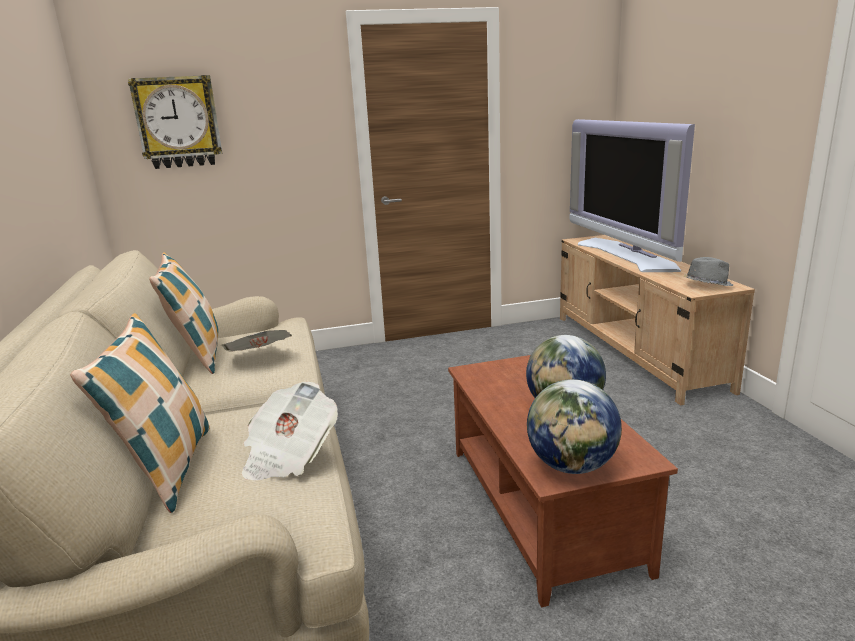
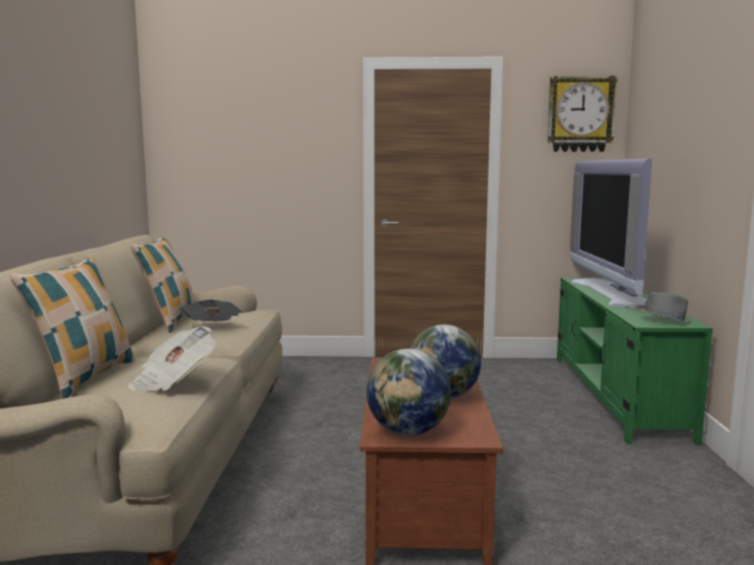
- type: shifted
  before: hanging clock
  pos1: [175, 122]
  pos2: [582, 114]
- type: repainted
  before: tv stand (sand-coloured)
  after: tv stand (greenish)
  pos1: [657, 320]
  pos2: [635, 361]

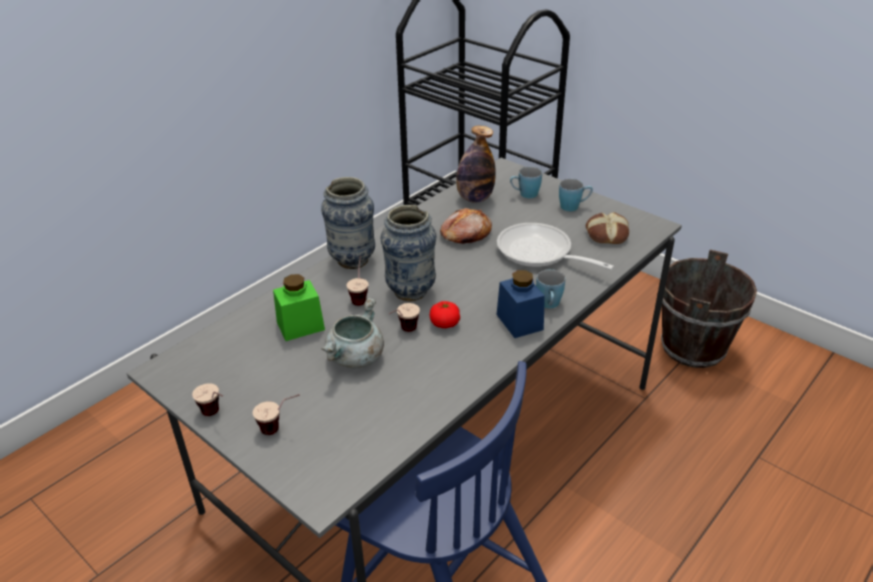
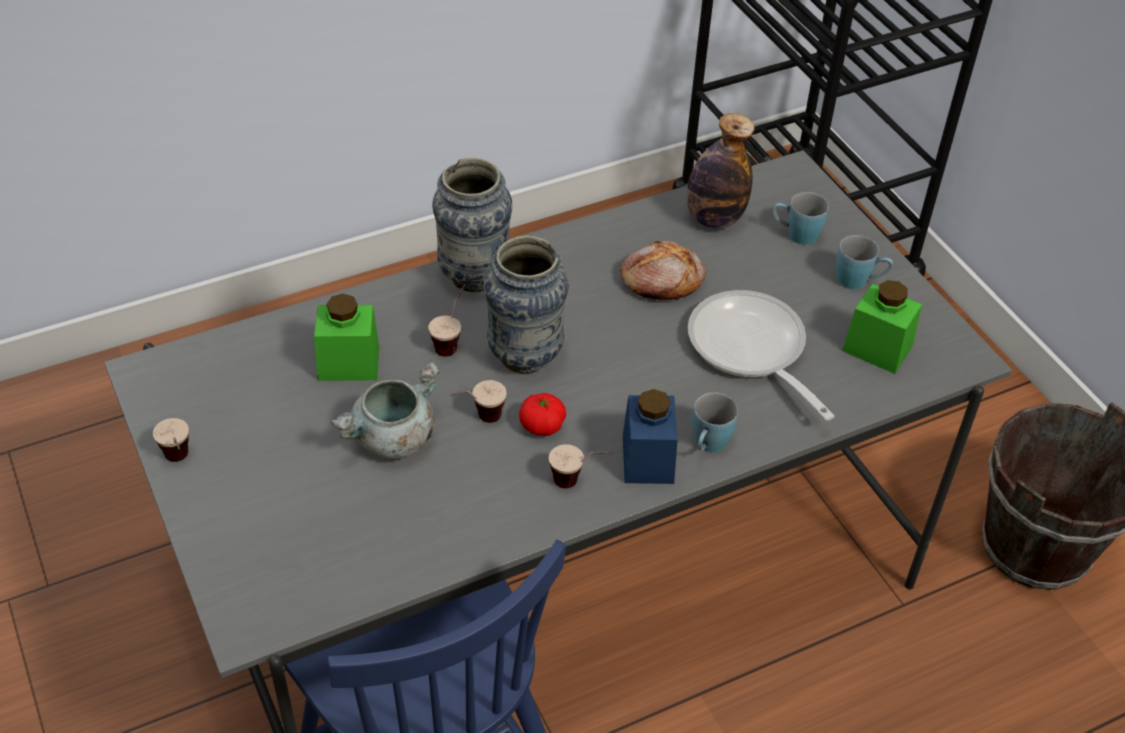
- type: swapped
  before: bakery bread
  after: preserve jar (greenish)
  pos1: [607, 228]
  pos2: [882, 327]
- type: shifted
  before: drinking cup
  pos1: [276, 414]
  pos2: [581, 466]

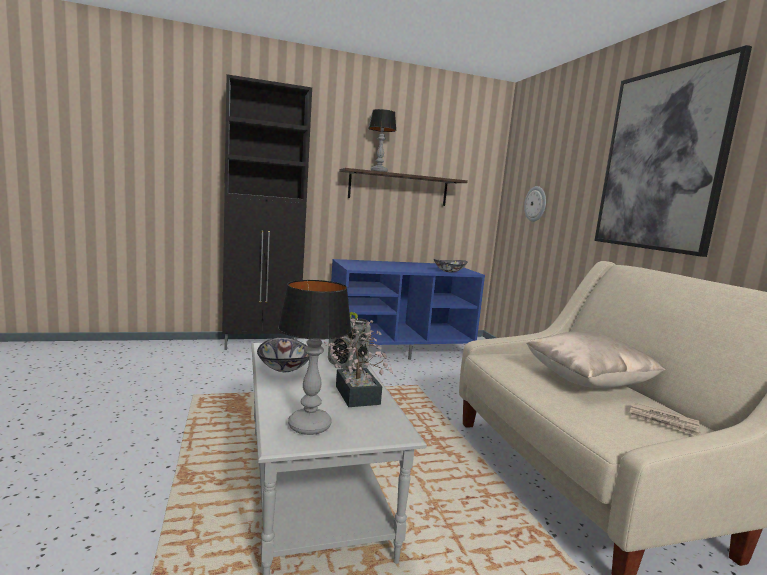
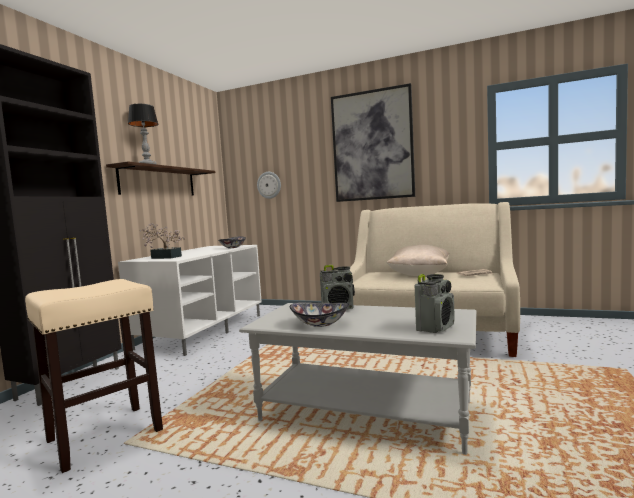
- type: repainted
  before: tv stand (blue)
  after: tv stand (whitish)
  pos1: [408, 309]
  pos2: [190, 300]
- type: swapped
  before: lamp for a table
  after: radio
  pos1: [314, 357]
  pos2: [435, 303]
- type: shifted
  before: houseplant
  pos1: [358, 362]
  pos2: [162, 241]
- type: new
  after: sitting stool (sand-coloured)
  pos2: [94, 376]

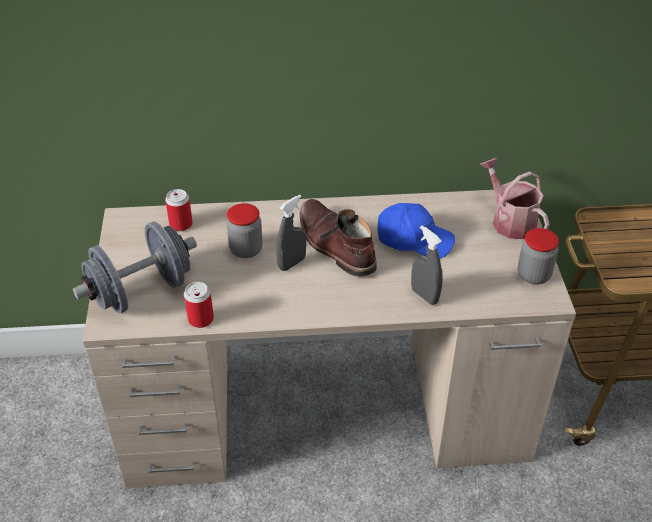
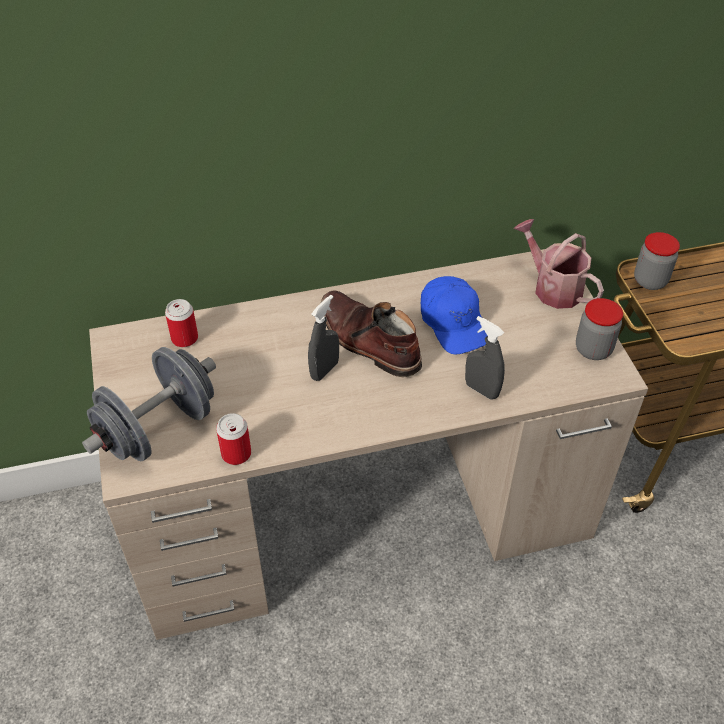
- type: shifted
  before: preserve jar
  pos1: [244, 230]
  pos2: [657, 261]
- type: rotated
  before: baseball cap (blue)
  pos1: [416, 230]
  pos2: [454, 315]
  turn: 60

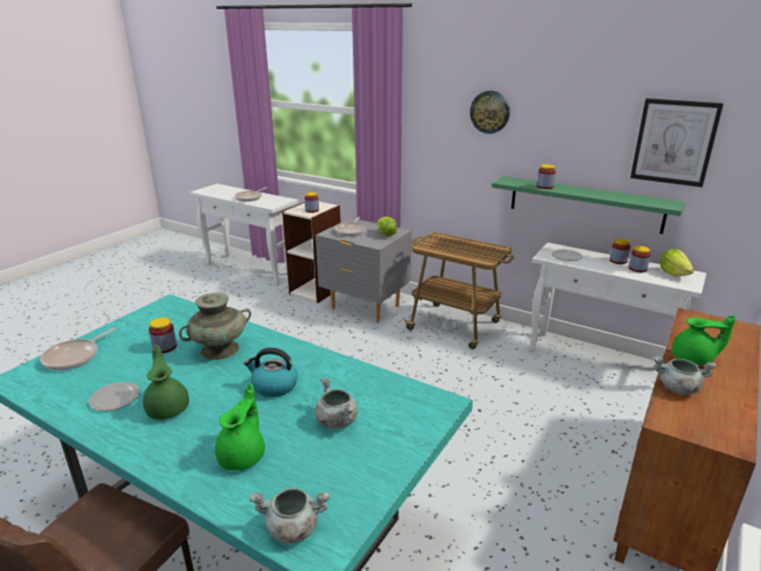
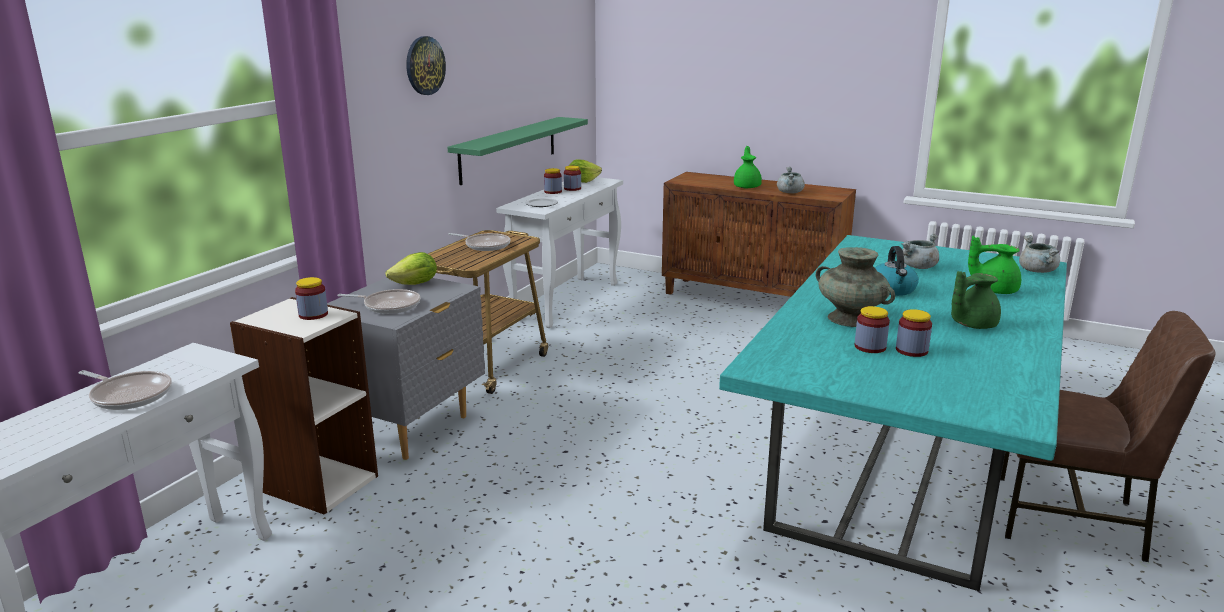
- type: gone
  before: wall picture
  pos1: [677, 142]
- type: shifted
  before: preserve jar
  pos1: [546, 176]
  pos2: [914, 333]
- type: shifted
  before: pan
  pos1: [78, 349]
  pos2: [479, 242]
- type: gone
  before: dinner plate
  pos1: [114, 396]

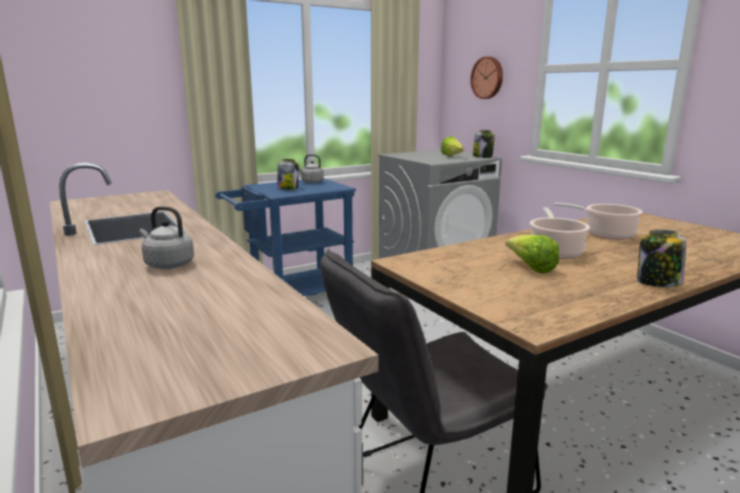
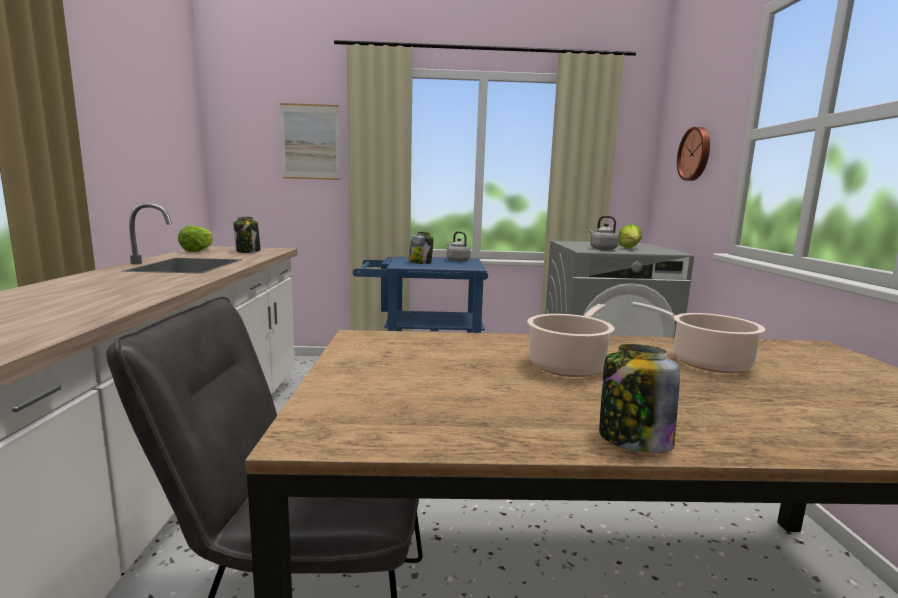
- type: shifted
  before: preserve jar
  pos1: [484, 144]
  pos2: [247, 235]
- type: shifted
  before: tea kettle (greyish)
  pos1: [166, 237]
  pos2: [604, 233]
- type: shifted
  before: lettuce head
  pos1: [532, 254]
  pos2: [195, 238]
- type: new
  after: wall picture
  pos2: [310, 141]

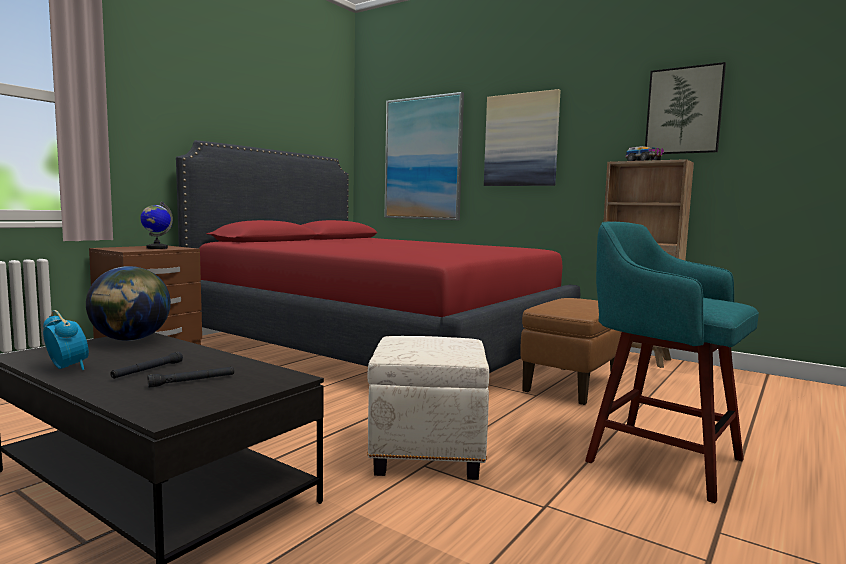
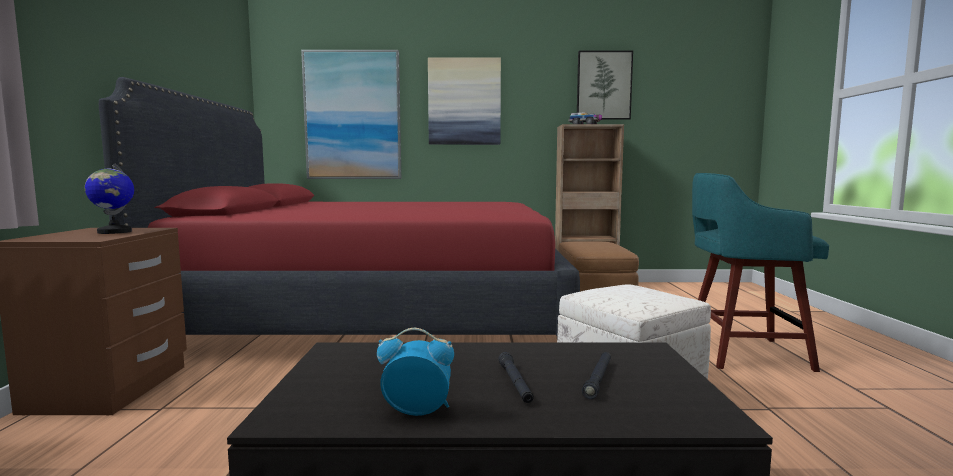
- type: gone
  before: desk globe
  pos1: [128, 303]

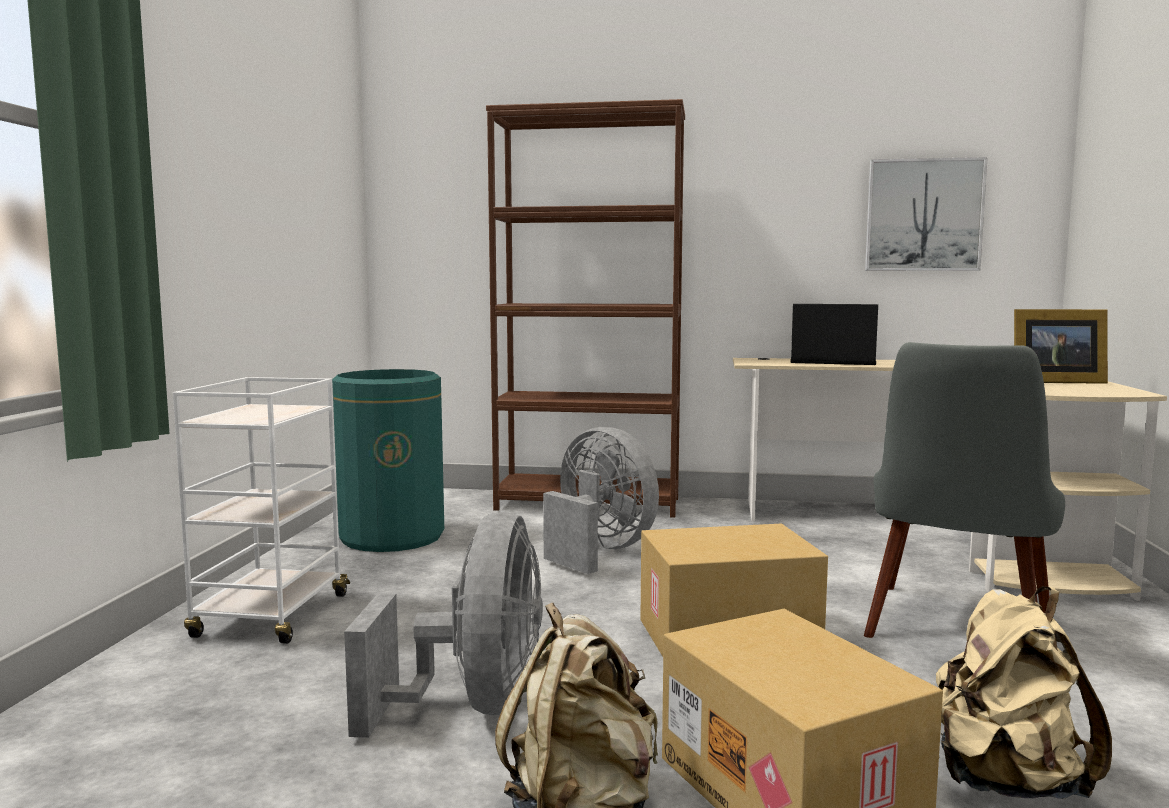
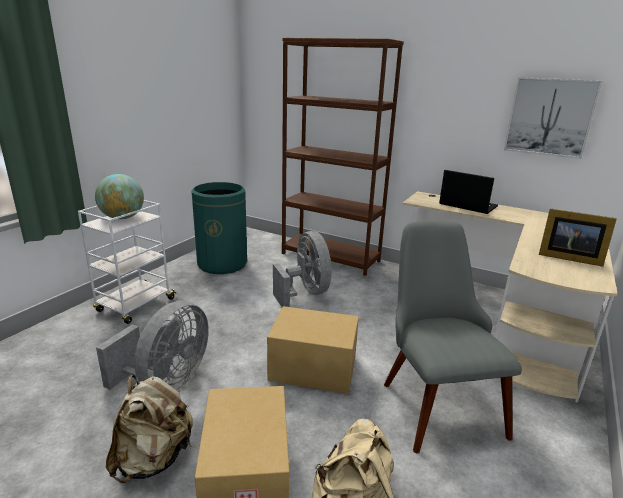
- type: rotated
  before: upright chair (greyish)
  pos1: [964, 490]
  pos2: [453, 337]
  turn: 120
- type: new
  after: desk globe
  pos2: [119, 196]

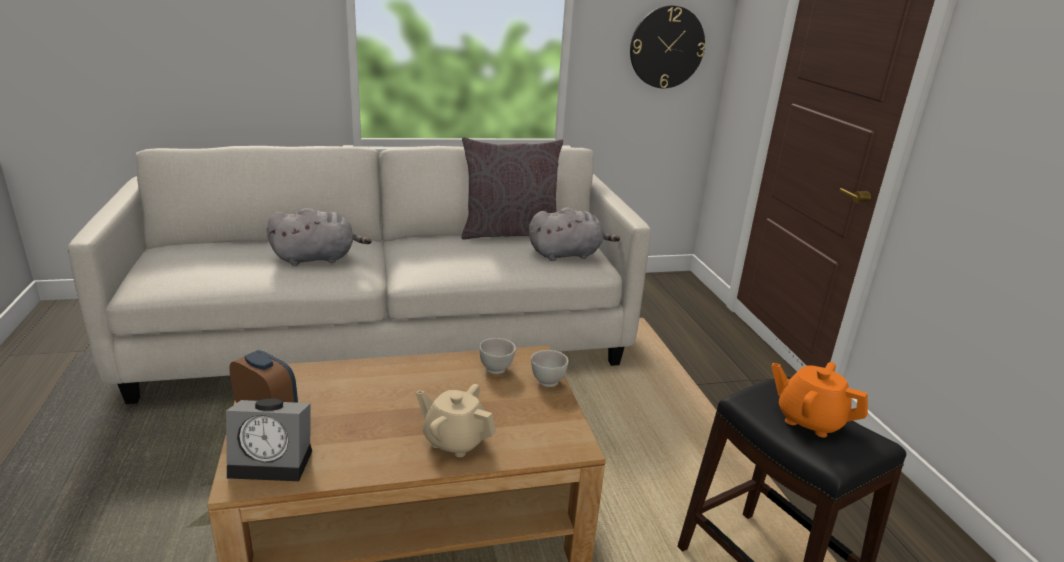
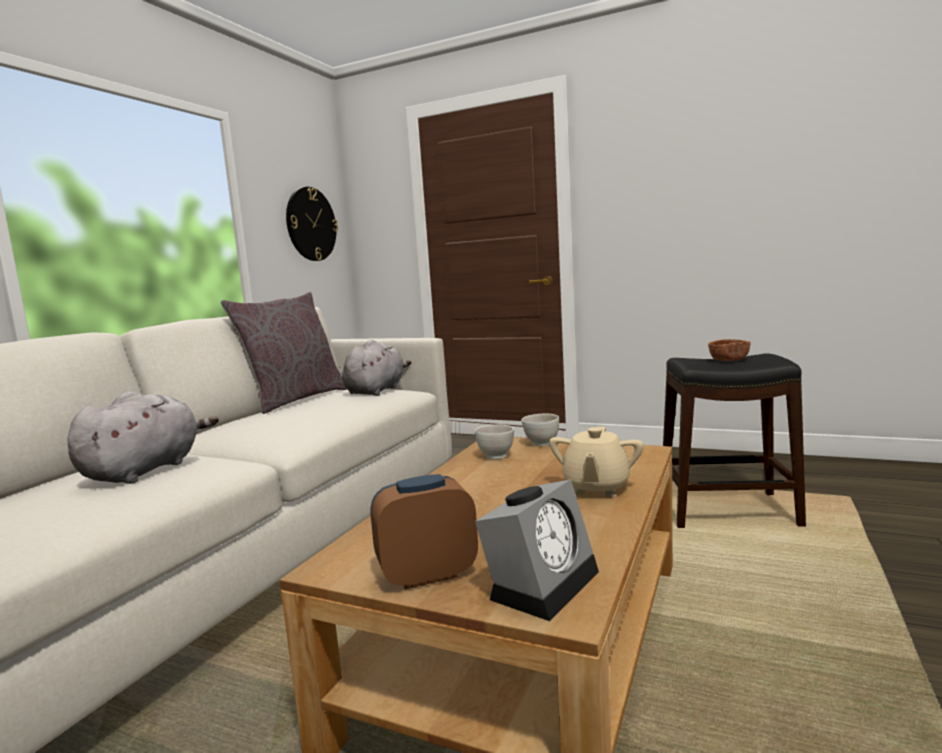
- type: swapped
  before: pot for tea (orange)
  after: deep dish (brownish)
  pos1: [820, 399]
  pos2: [729, 350]
- type: rotated
  before: pot for tea (sand-coloured)
  pos1: [456, 420]
  pos2: [596, 462]
  turn: -45

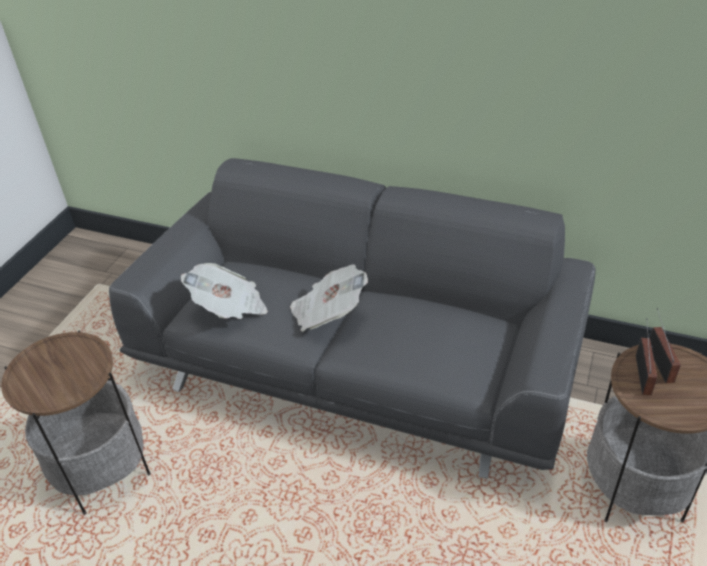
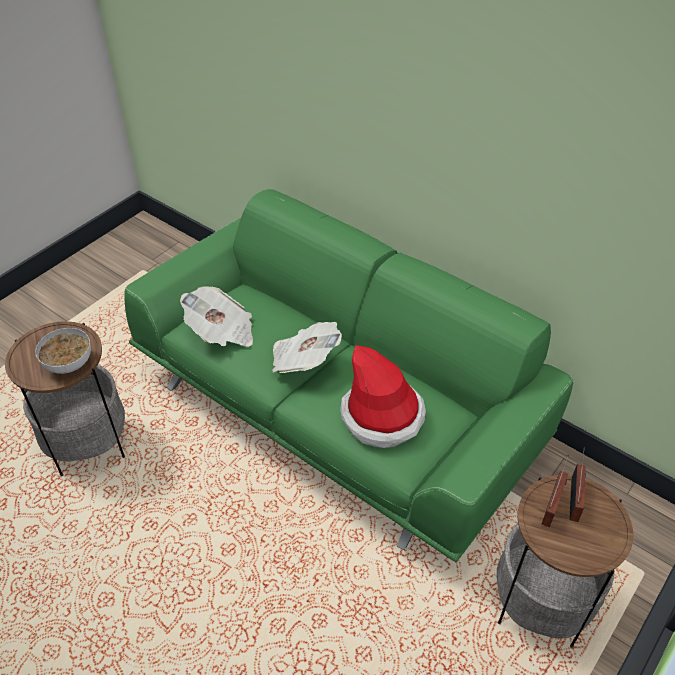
- type: repainted
  before: settee (greyish)
  after: settee (greenish)
  pos1: [352, 318]
  pos2: [349, 375]
- type: new
  after: deep dish
  pos2: [63, 351]
- type: new
  after: wearable hat
  pos2: [383, 396]

